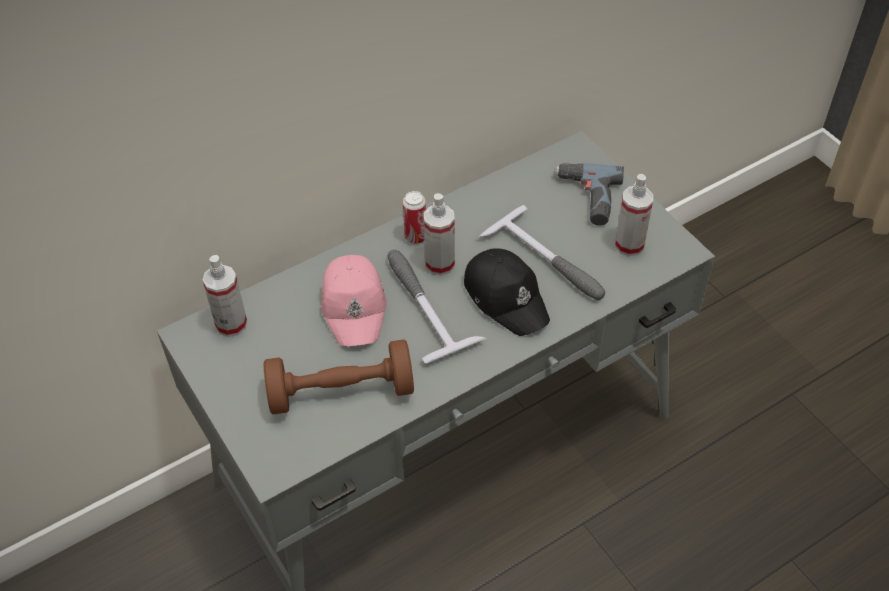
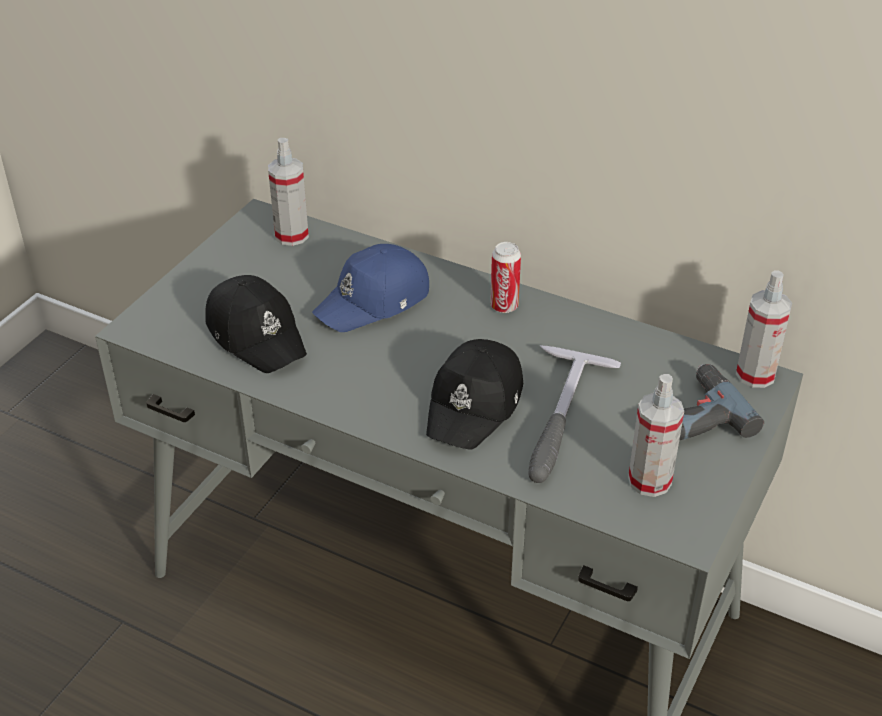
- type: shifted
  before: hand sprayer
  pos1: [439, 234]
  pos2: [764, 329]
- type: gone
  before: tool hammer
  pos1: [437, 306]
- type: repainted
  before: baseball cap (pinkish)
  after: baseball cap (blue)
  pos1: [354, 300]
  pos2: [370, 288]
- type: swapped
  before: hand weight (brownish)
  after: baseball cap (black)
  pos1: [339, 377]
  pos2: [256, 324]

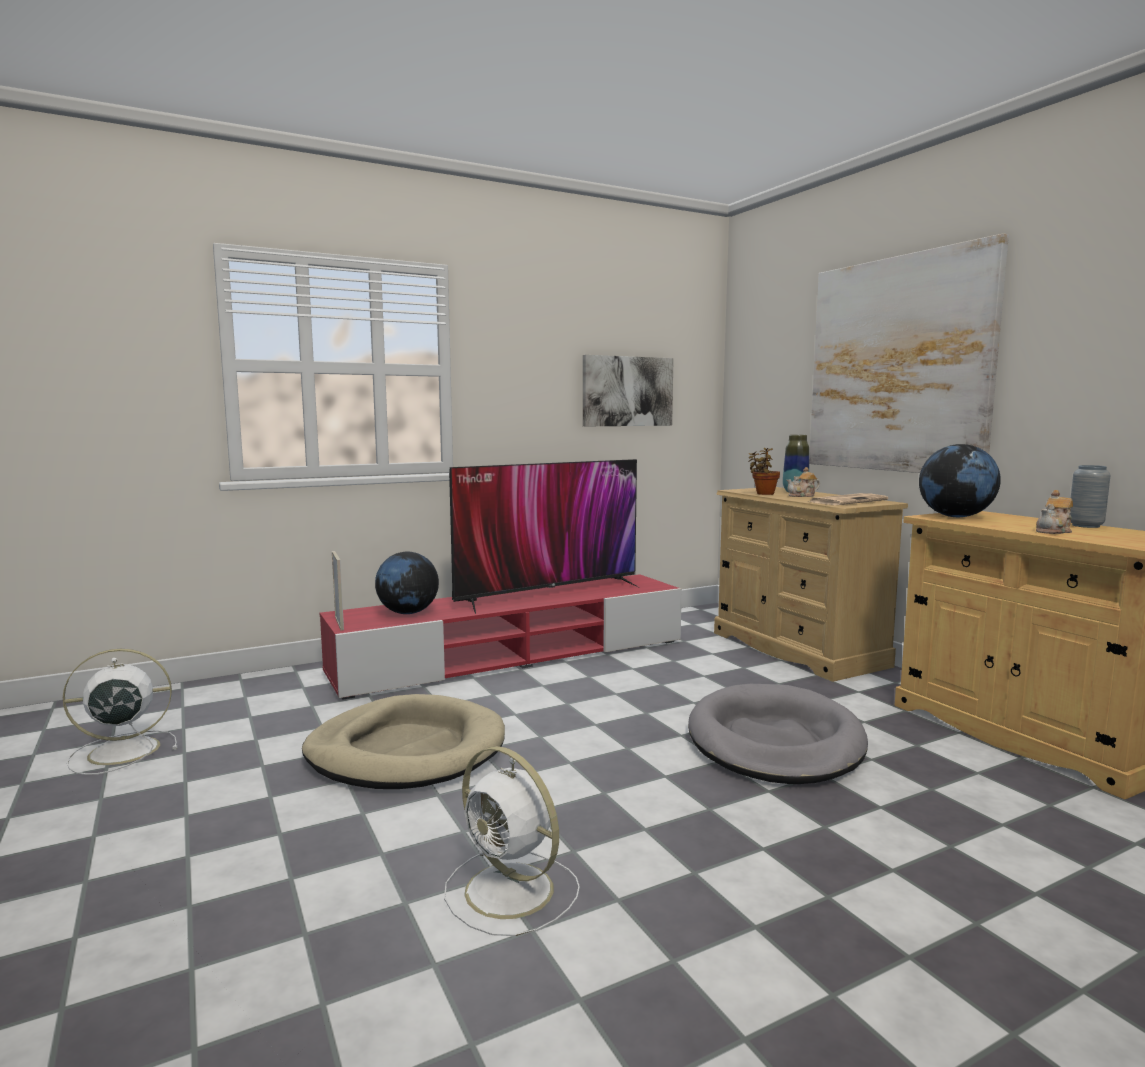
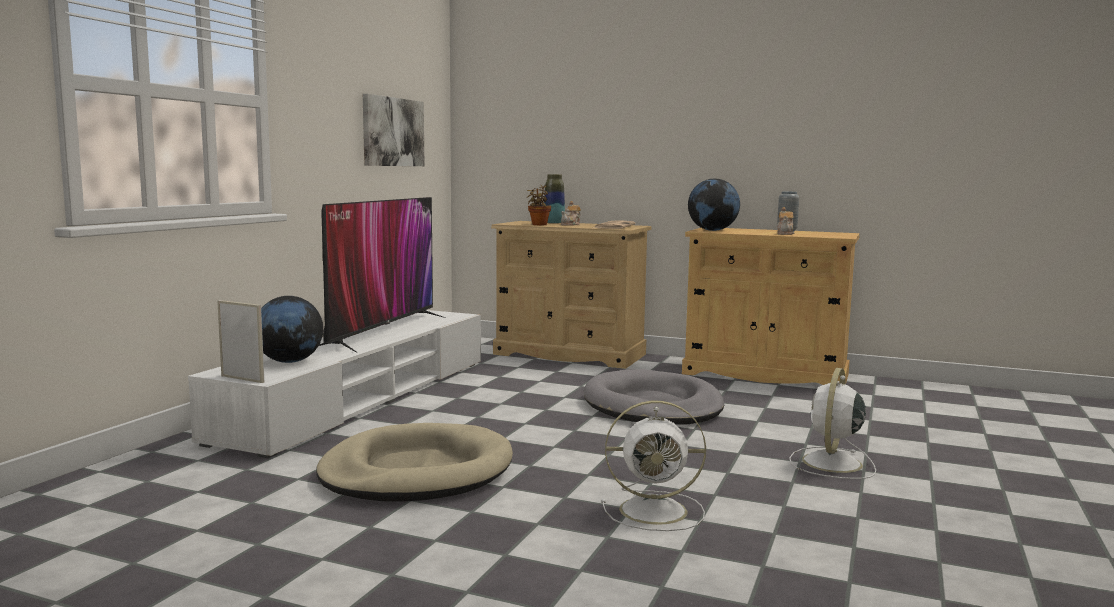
- type: gone
  before: wall picture
  pos1: [909, 353]
- type: repainted
  before: tv stand (red)
  after: tv stand (whitish)
  pos1: [501, 637]
  pos2: [334, 384]
- type: shifted
  before: fan (whitish)
  pos1: [120, 712]
  pos2: [832, 423]

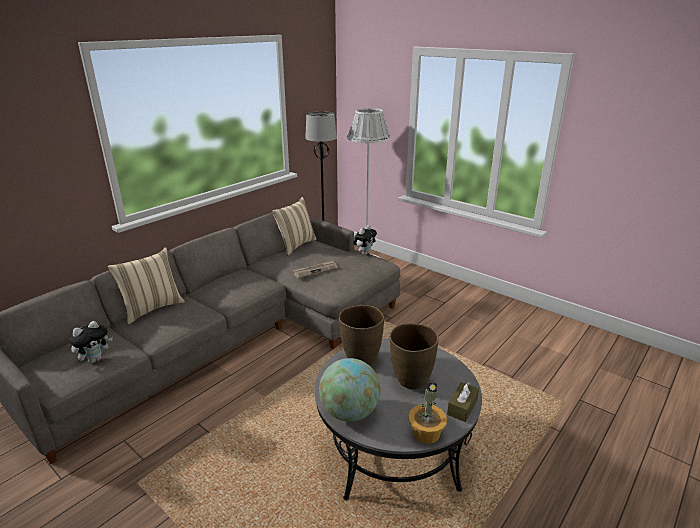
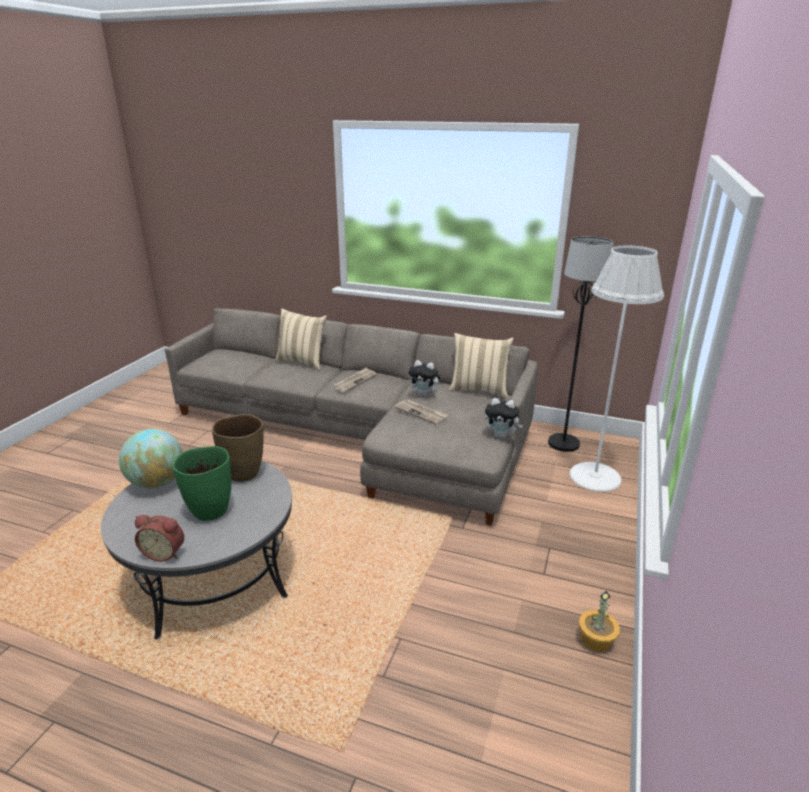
- type: shifted
  before: soft toy
  pos1: [91, 342]
  pos2: [425, 378]
- type: repainted
  before: flower vase (brownish)
  after: flower vase (greenish)
  pos1: [414, 356]
  pos2: [201, 483]
- type: swapped
  before: tissue box (brownish)
  after: alarm clock
  pos1: [463, 402]
  pos2: [159, 538]
- type: shifted
  before: houseplant
  pos1: [427, 413]
  pos2: [599, 621]
- type: new
  after: daily paper
  pos2: [355, 380]

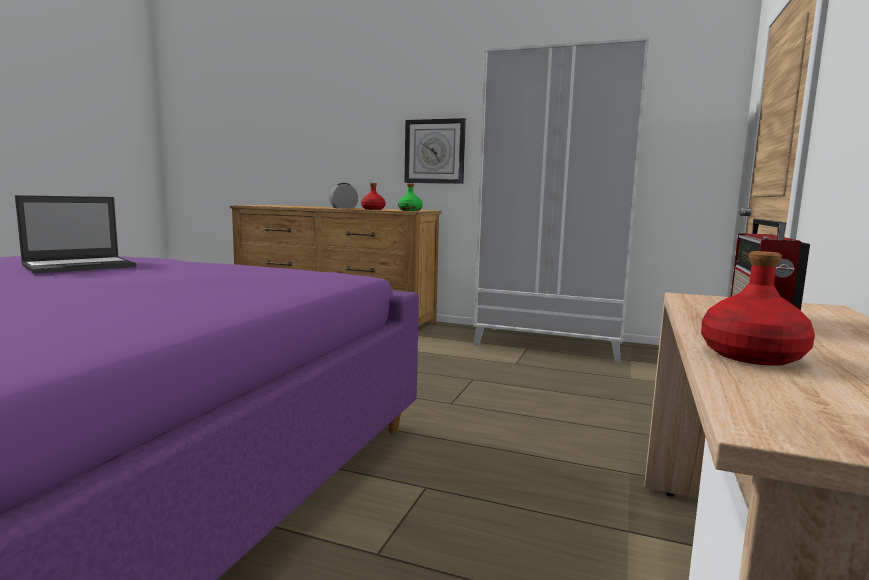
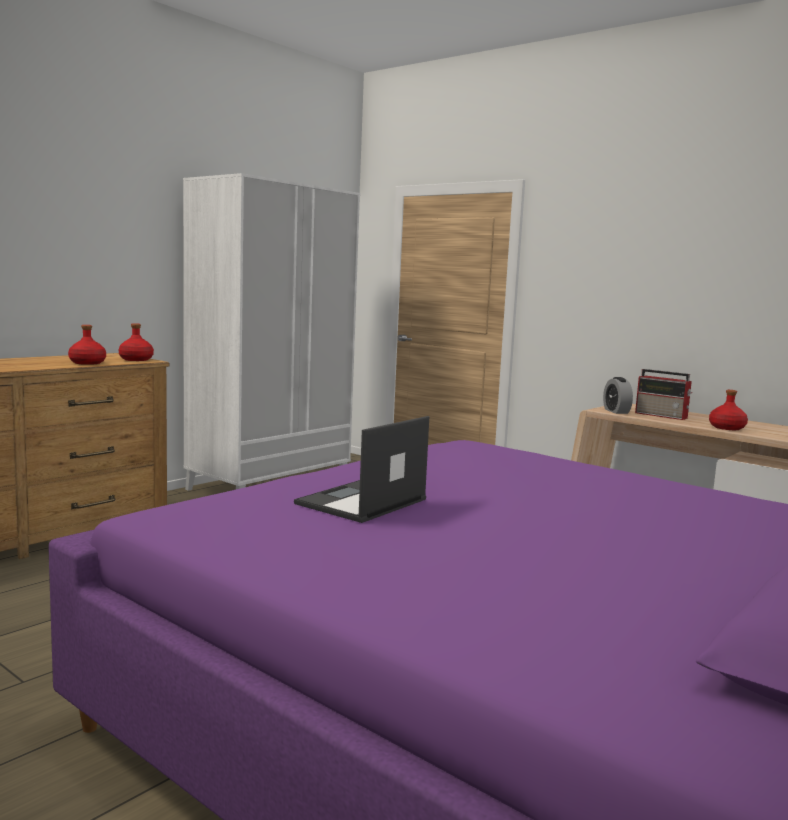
- type: gone
  before: hanging clock
  pos1: [435, 151]
- type: shifted
  before: alarm clock
  pos1: [343, 196]
  pos2: [618, 395]
- type: repainted
  before: bottle (greenish)
  after: bottle (red)
  pos1: [410, 197]
  pos2: [136, 342]
- type: rotated
  before: laptop
  pos1: [75, 234]
  pos2: [361, 469]
  turn: -120

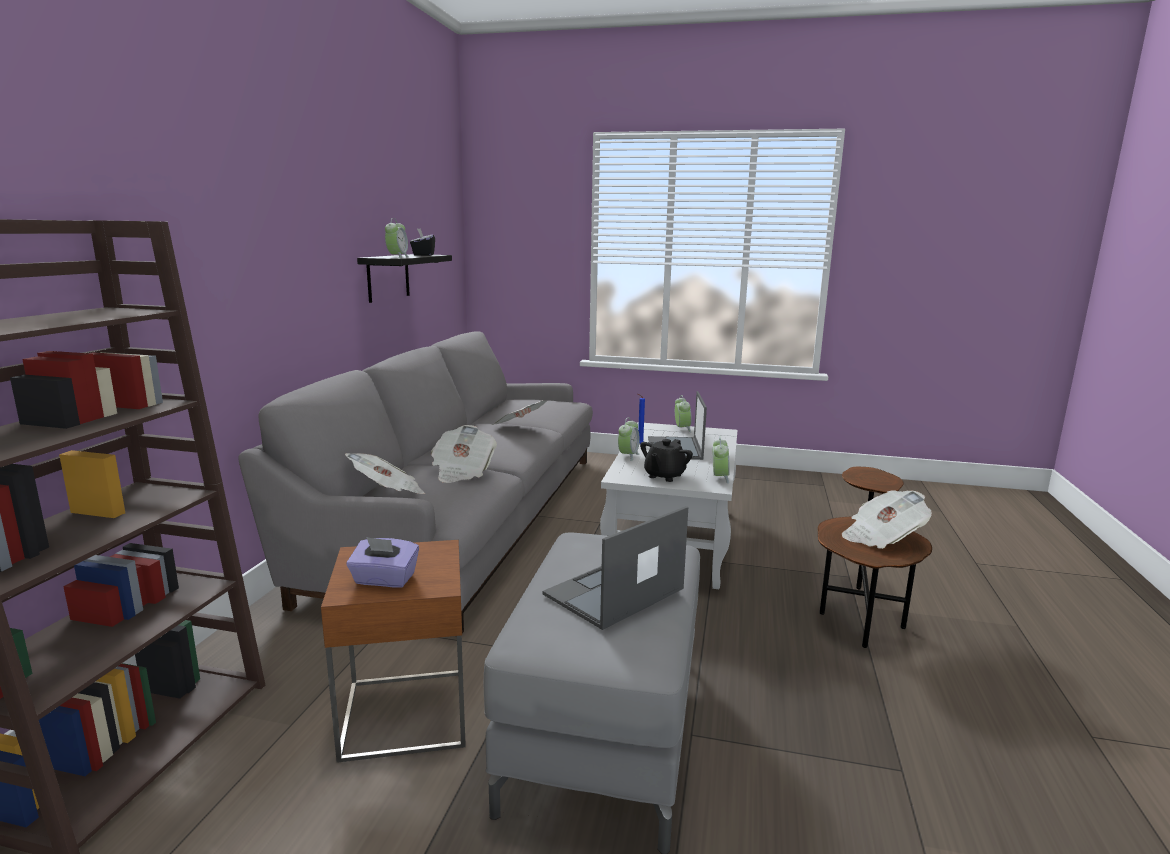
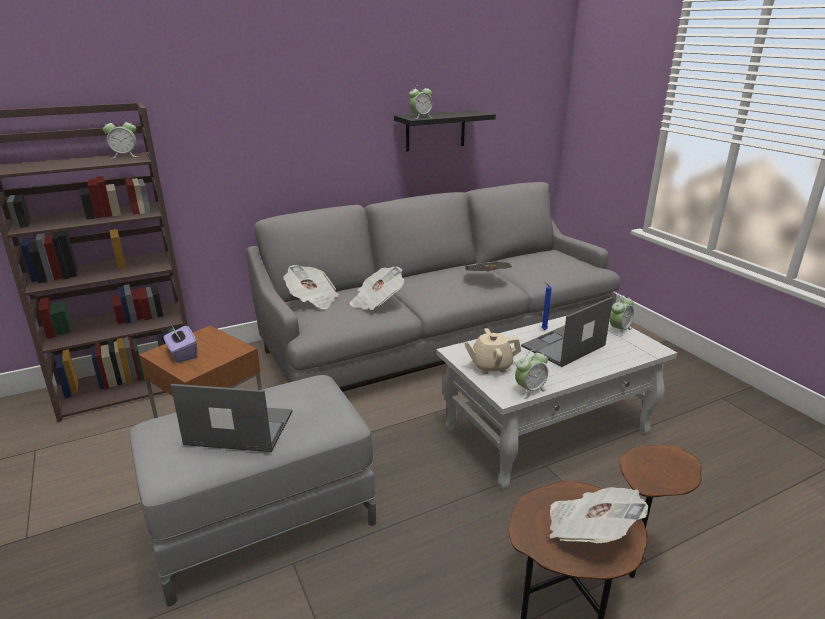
- type: gone
  before: tissue box (black)
  pos1: [422, 242]
- type: shifted
  before: alarm clock
  pos1: [629, 439]
  pos2: [120, 138]
- type: repainted
  before: pot for tea (black)
  after: pot for tea (sand-coloured)
  pos1: [666, 460]
  pos2: [492, 351]

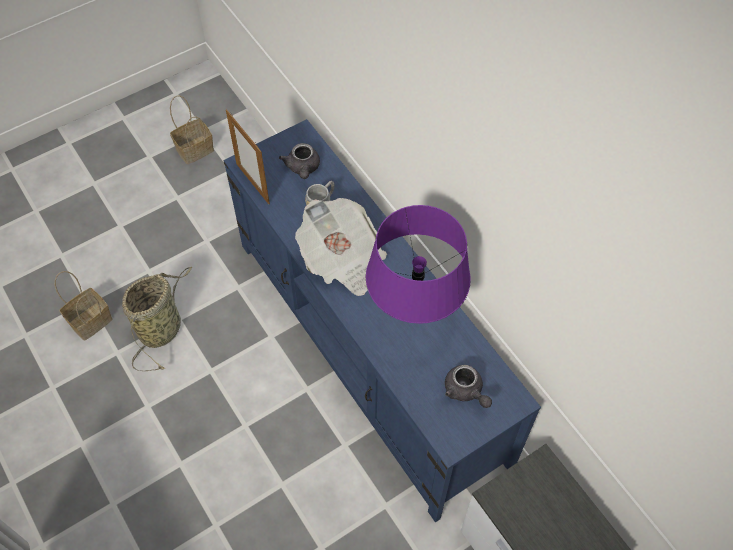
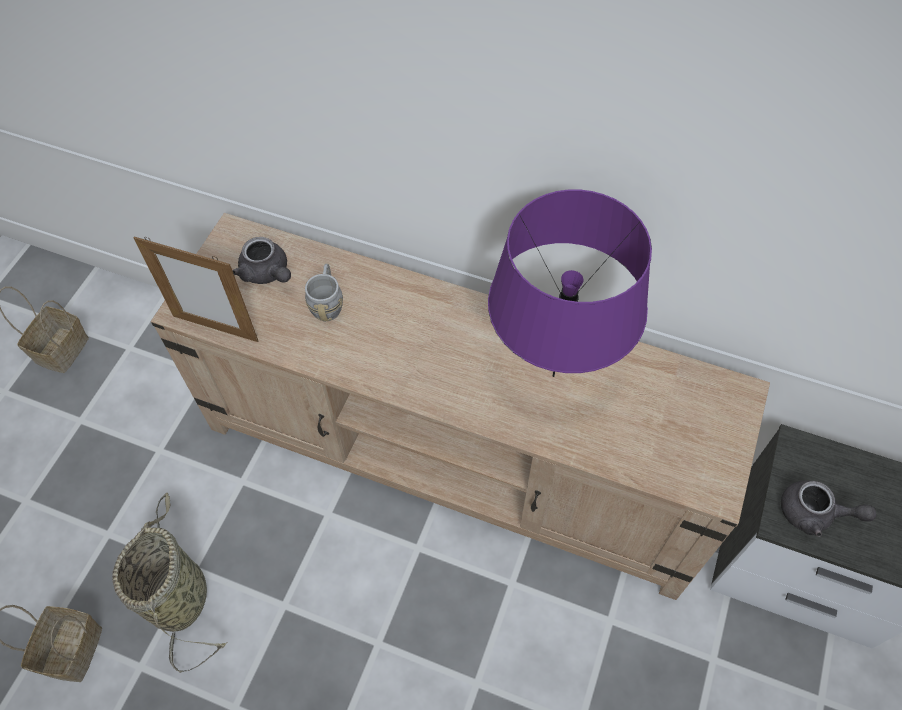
- type: repainted
  before: tv stand (blue)
  after: tv stand (sand-coloured)
  pos1: [382, 320]
  pos2: [460, 406]
- type: gone
  before: daily paper
  pos1: [341, 247]
- type: shifted
  before: pot for tea (greyish)
  pos1: [468, 386]
  pos2: [828, 508]

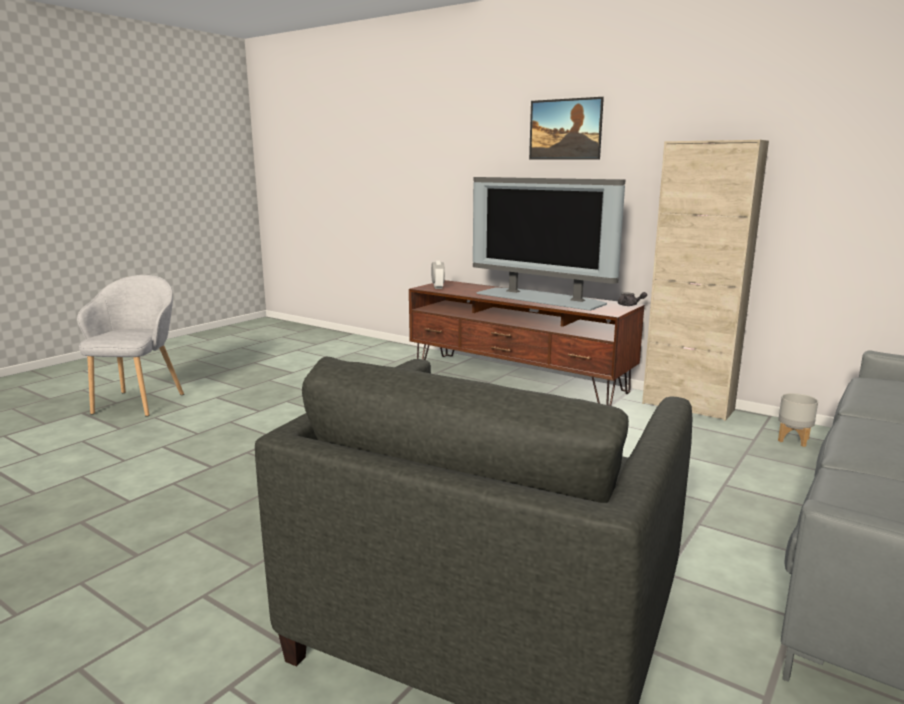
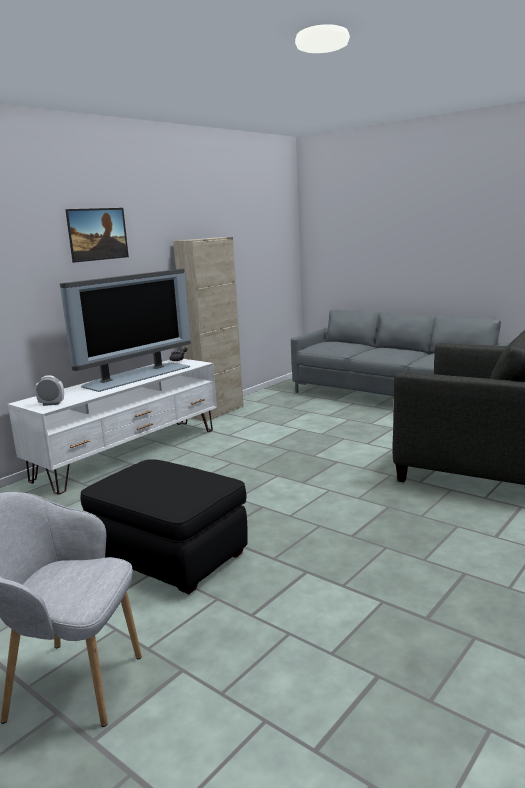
- type: repainted
  before: tv stand (brownish)
  after: tv stand (whitish)
  pos1: [526, 343]
  pos2: [112, 427]
- type: gone
  before: flower pot (greyish)
  pos1: [798, 420]
- type: new
  after: pouffe (black)
  pos2: [164, 526]

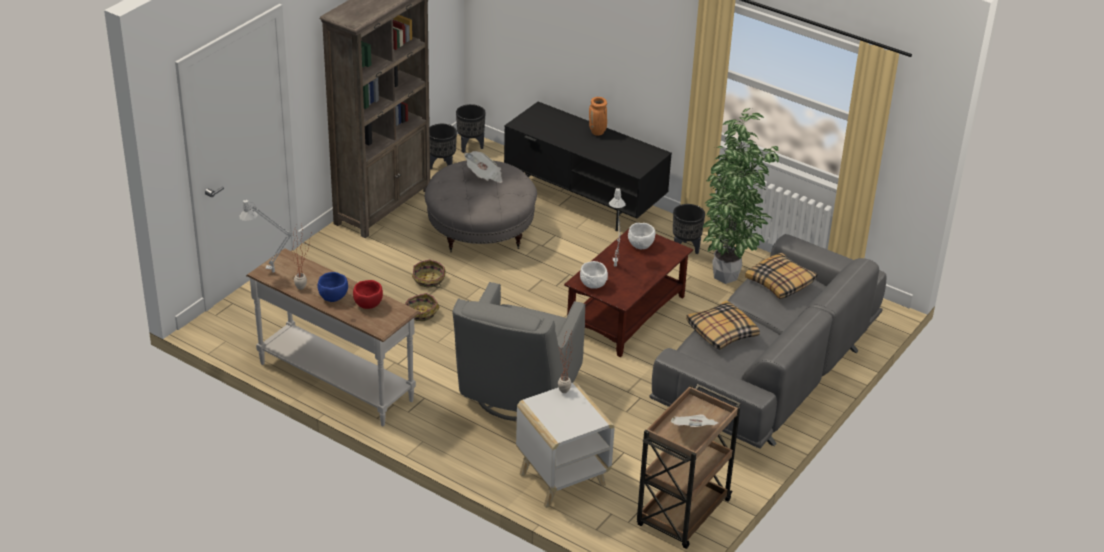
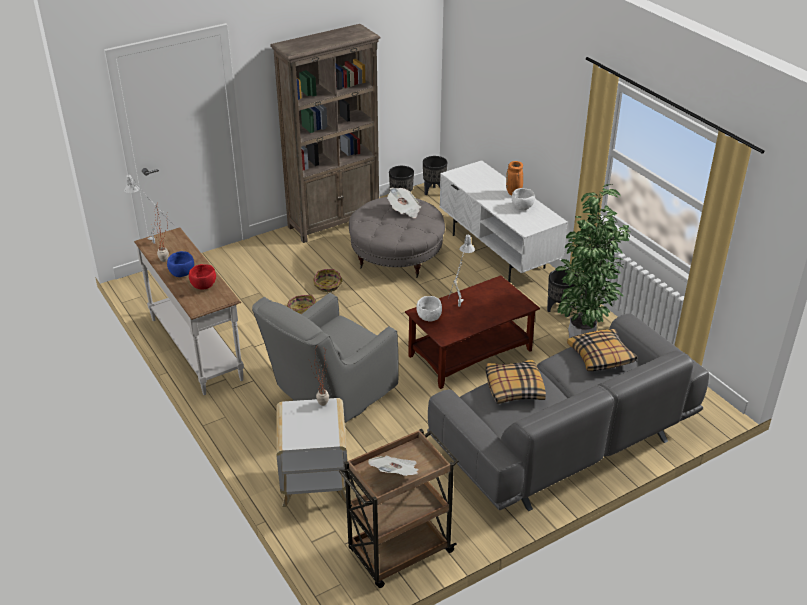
- type: repainted
  before: tv stand (black)
  after: tv stand (whitish)
  pos1: [588, 166]
  pos2: [504, 221]
- type: shifted
  before: deep dish (whitish)
  pos1: [641, 236]
  pos2: [523, 199]

